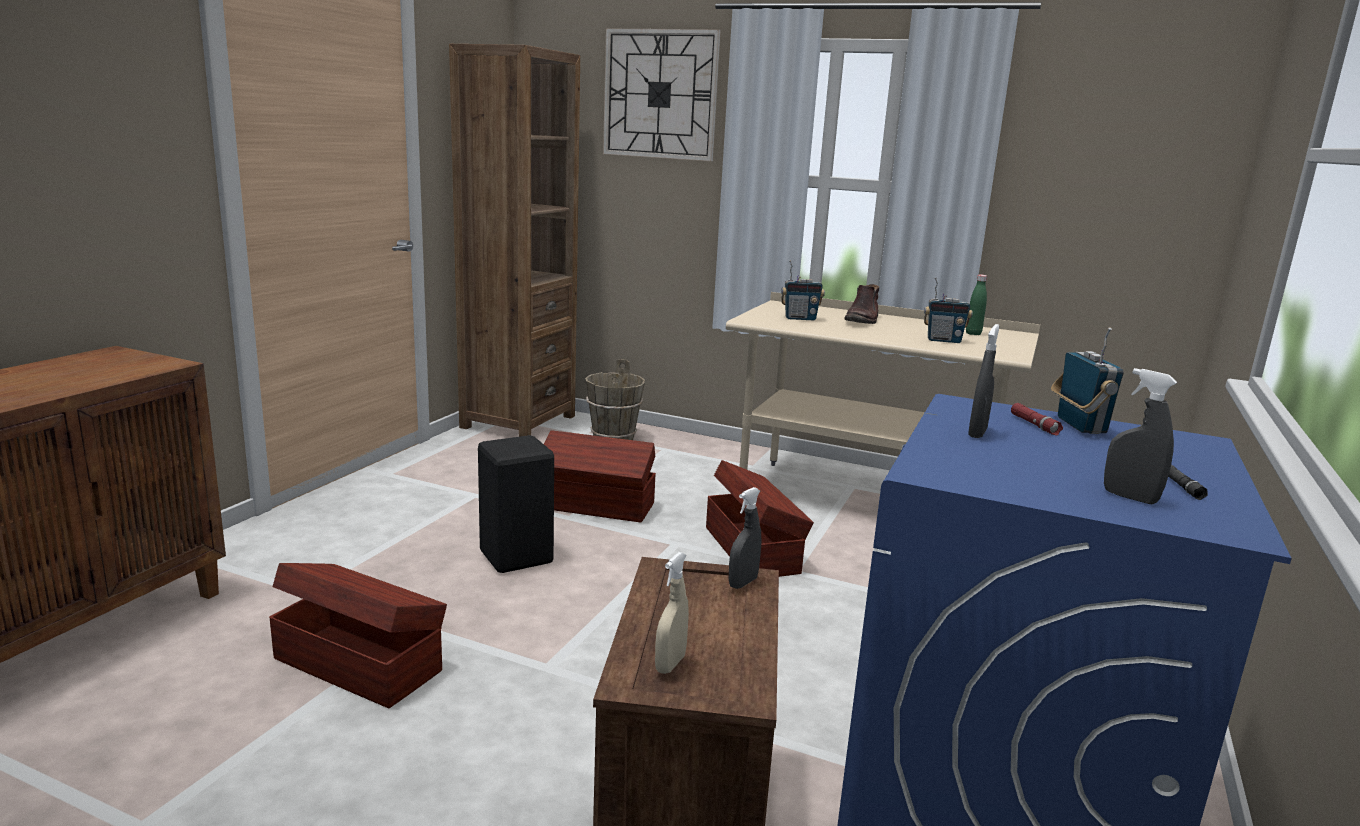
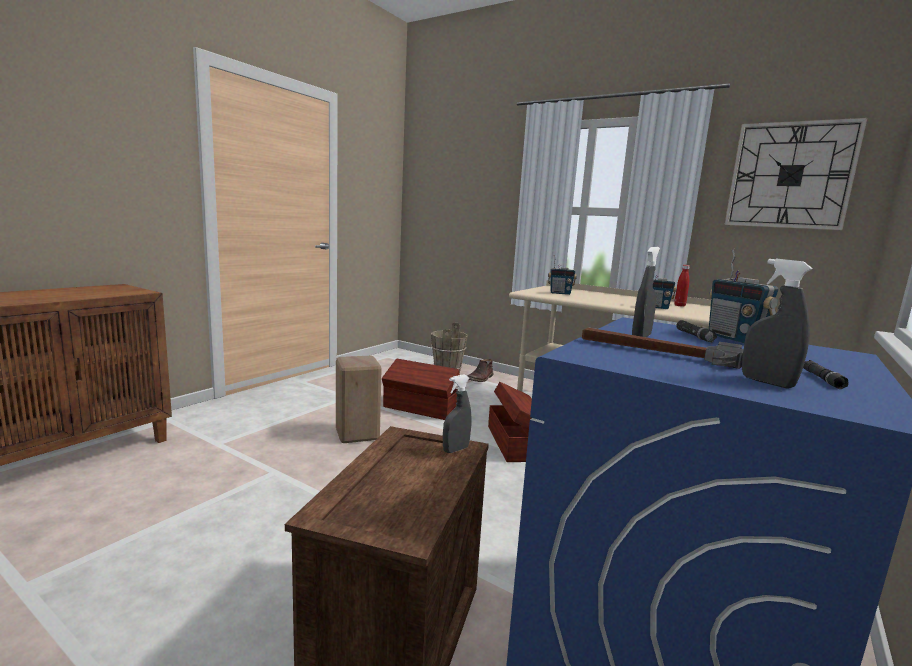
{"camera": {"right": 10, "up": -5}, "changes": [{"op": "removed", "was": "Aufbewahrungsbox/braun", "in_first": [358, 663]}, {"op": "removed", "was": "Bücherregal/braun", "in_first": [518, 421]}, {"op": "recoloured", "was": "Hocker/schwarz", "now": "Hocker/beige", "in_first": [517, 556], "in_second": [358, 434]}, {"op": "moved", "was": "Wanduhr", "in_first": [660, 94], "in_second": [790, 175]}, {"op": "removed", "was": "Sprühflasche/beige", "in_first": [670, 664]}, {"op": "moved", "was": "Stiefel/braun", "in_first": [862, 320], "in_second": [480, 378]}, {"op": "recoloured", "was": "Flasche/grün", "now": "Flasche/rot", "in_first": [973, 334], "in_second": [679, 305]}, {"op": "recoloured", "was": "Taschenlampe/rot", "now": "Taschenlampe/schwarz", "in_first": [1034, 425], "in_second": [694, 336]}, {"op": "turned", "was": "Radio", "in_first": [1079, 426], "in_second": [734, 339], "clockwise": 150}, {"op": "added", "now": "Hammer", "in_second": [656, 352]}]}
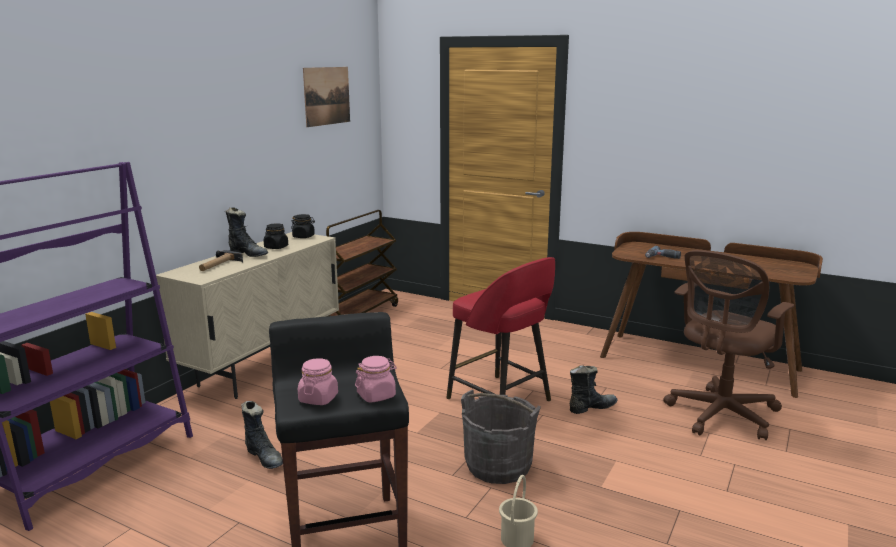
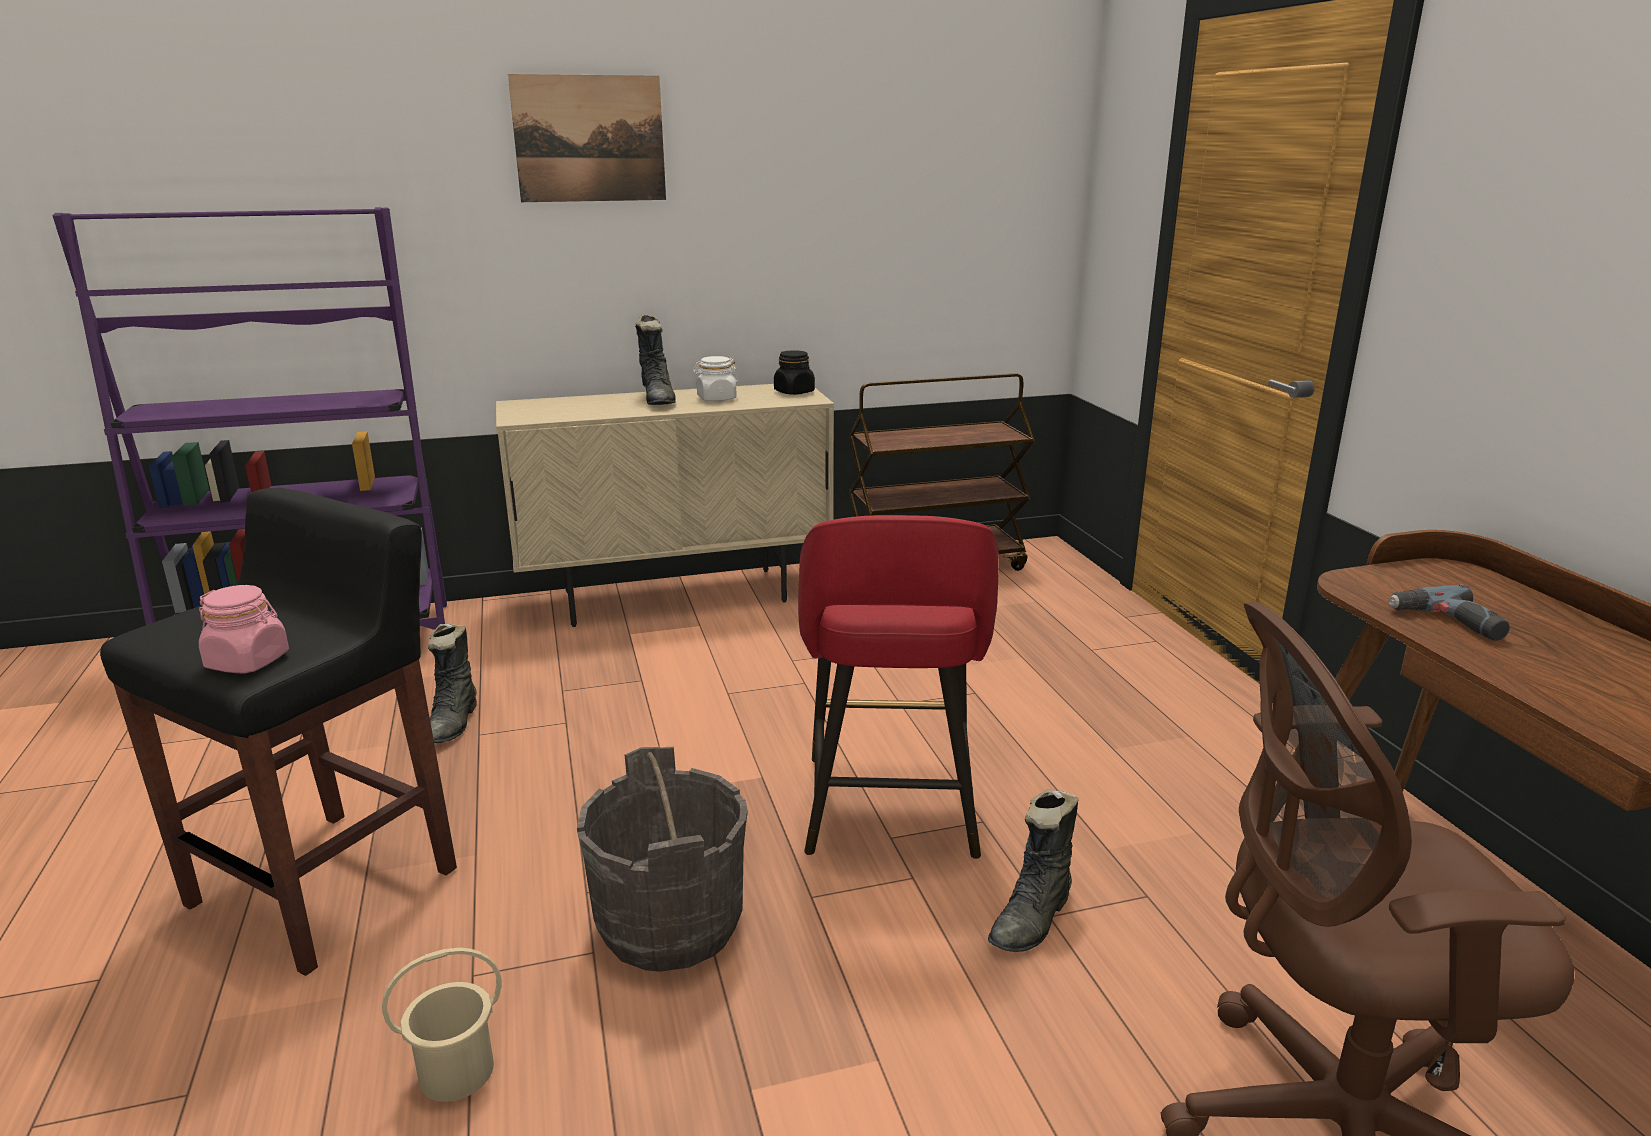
{"camera": {"right": 45, "up": 5}, "changes": [{"op": "removed", "was": "Hammer", "in_first": [218, 265]}, {"op": "recoloured", "was": "Vorratsglas/schwarz", "now": "Vorratsglas/weiß", "in_first": [276, 247], "in_second": [716, 399]}, {"op": "removed", "was": "Vorratsglas/rosa", "in_first": [318, 398]}, {"op": "moved", "was": "Bild", "in_first": [327, 96], "in_second": [589, 139]}, {"op": "turned", "was": "Stiefel/schwarz", "in_first": [591, 407], "in_second": [1033, 919], "clockwise": 105}]}
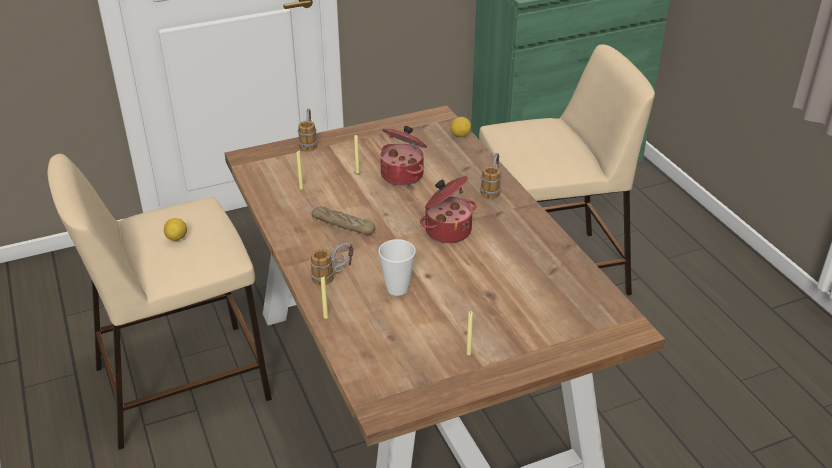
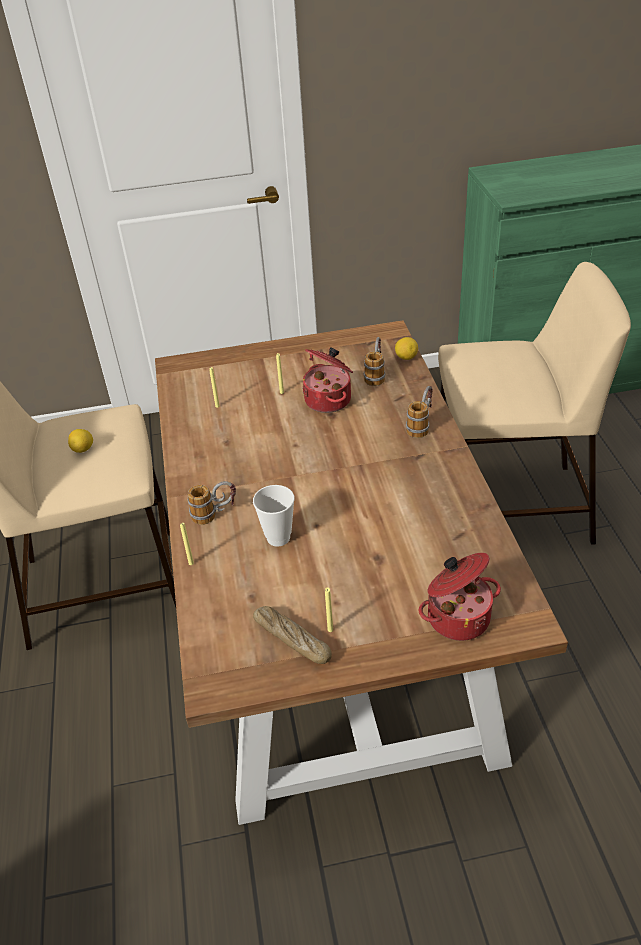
{"camera": {"right": 15, "up": 5}, "changes": [{"op": "moved", "was": "Henkelbecher", "in_first": [309, 142], "in_second": [376, 374]}, {"op": "moved", "was": "Brot", "in_first": [343, 226], "in_second": [292, 639]}, {"op": "moved", "was": "Kochtopf", "in_first": [447, 230], "in_second": [457, 616]}]}
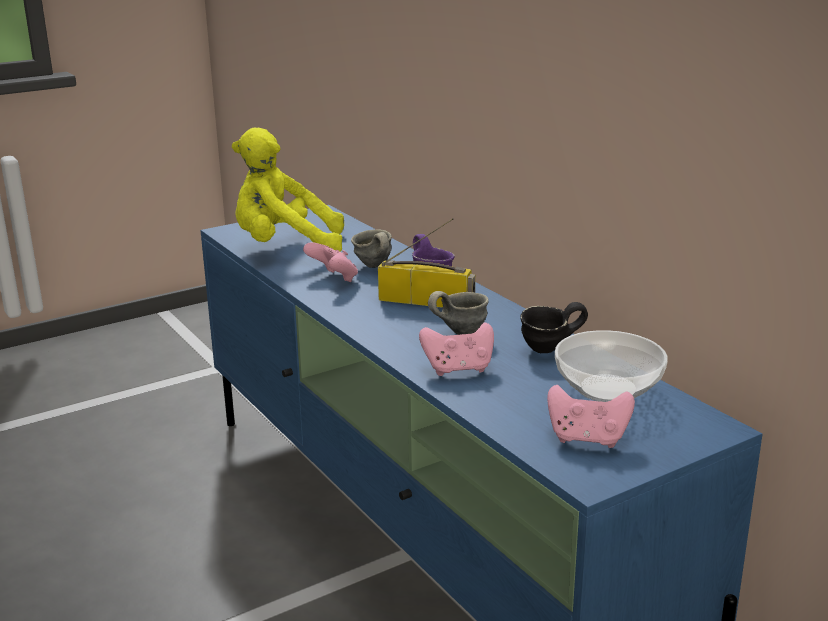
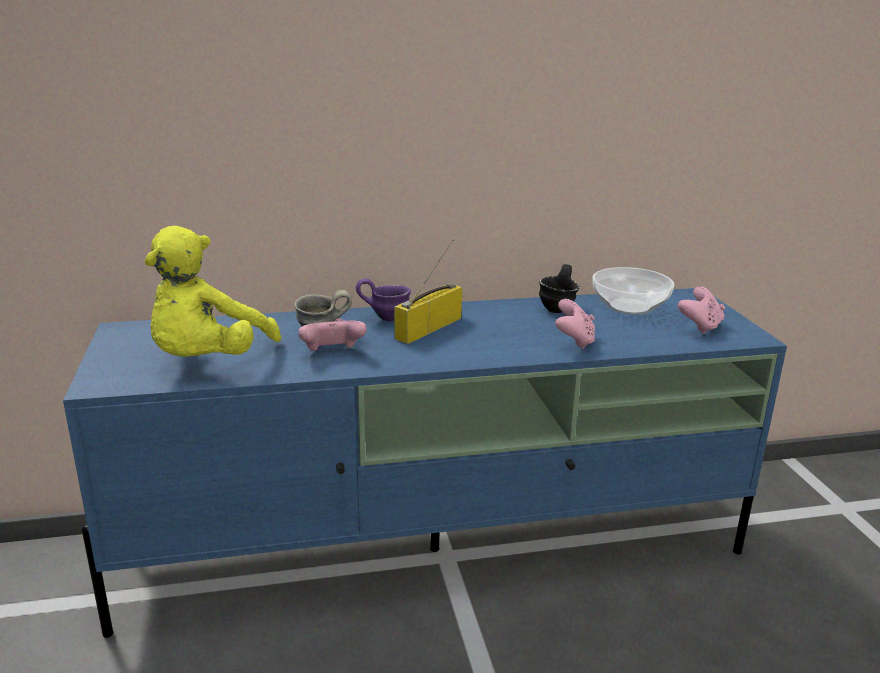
{"camera": {"right": -70, "up": 0}, "changes": [{"op": "removed", "was": "Henkelbecher/grau", "in_first": [459, 332]}]}
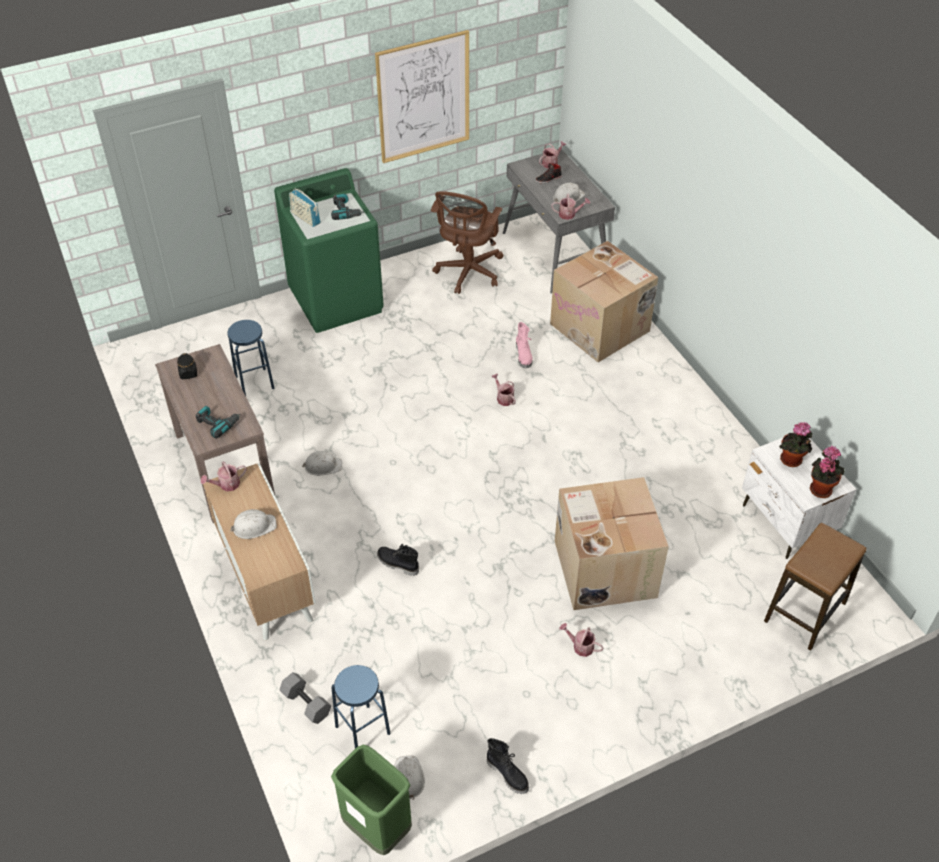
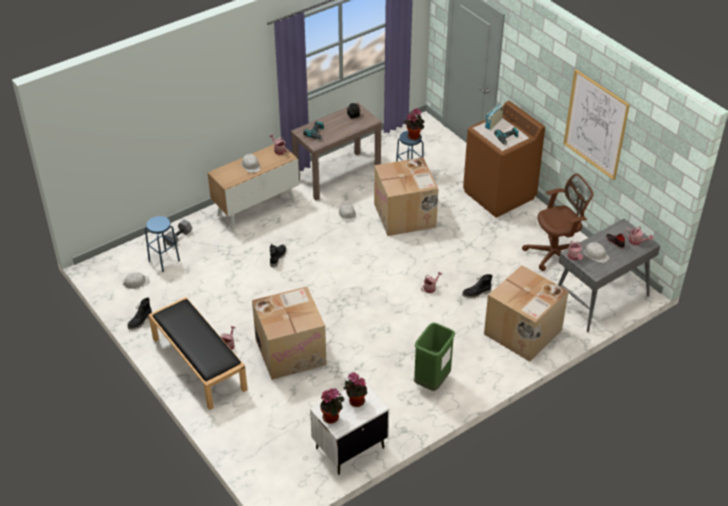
{"camera": {"right": 80, "up": -5}, "changes": [{"op": "recoloured", "was": "Waschmaschine/grün", "now": "Waschmaschine/braun", "in_first": [337, 300], "in_second": [499, 195]}, {"op": "moved", "was": "Mülleimer/grün", "in_first": [377, 828], "in_second": [432, 382]}, {"op": "turned", "was": "Bürostuhl/braun", "in_first": [468, 273], "in_second": [555, 254], "clockwise": 150}, {"op": "recoloured", "was": "Stiefel/rosa", "now": "Stiefel/schwarz", "in_first": [524, 356], "in_second": [476, 293]}, {"op": "removed", "was": "Hocker", "in_first": [805, 612]}, {"op": "added", "now": "Bank/schwarz", "in_second": [198, 363]}, {"op": "added", "now": "Karton", "in_second": [405, 216]}, {"op": "added", "now": "Topfpflanze", "in_second": [414, 136]}]}
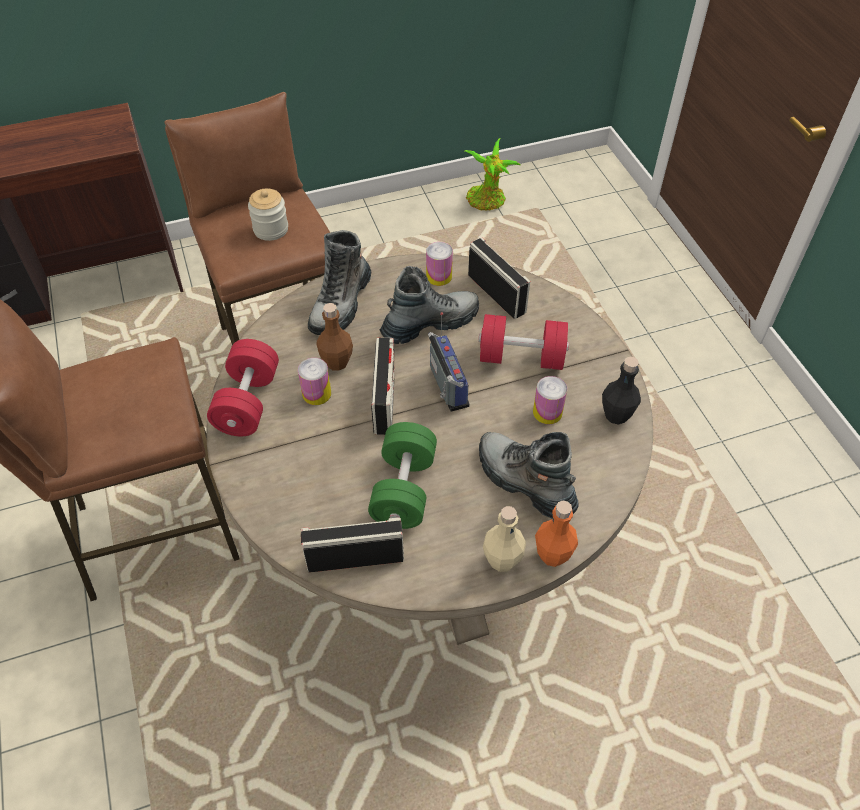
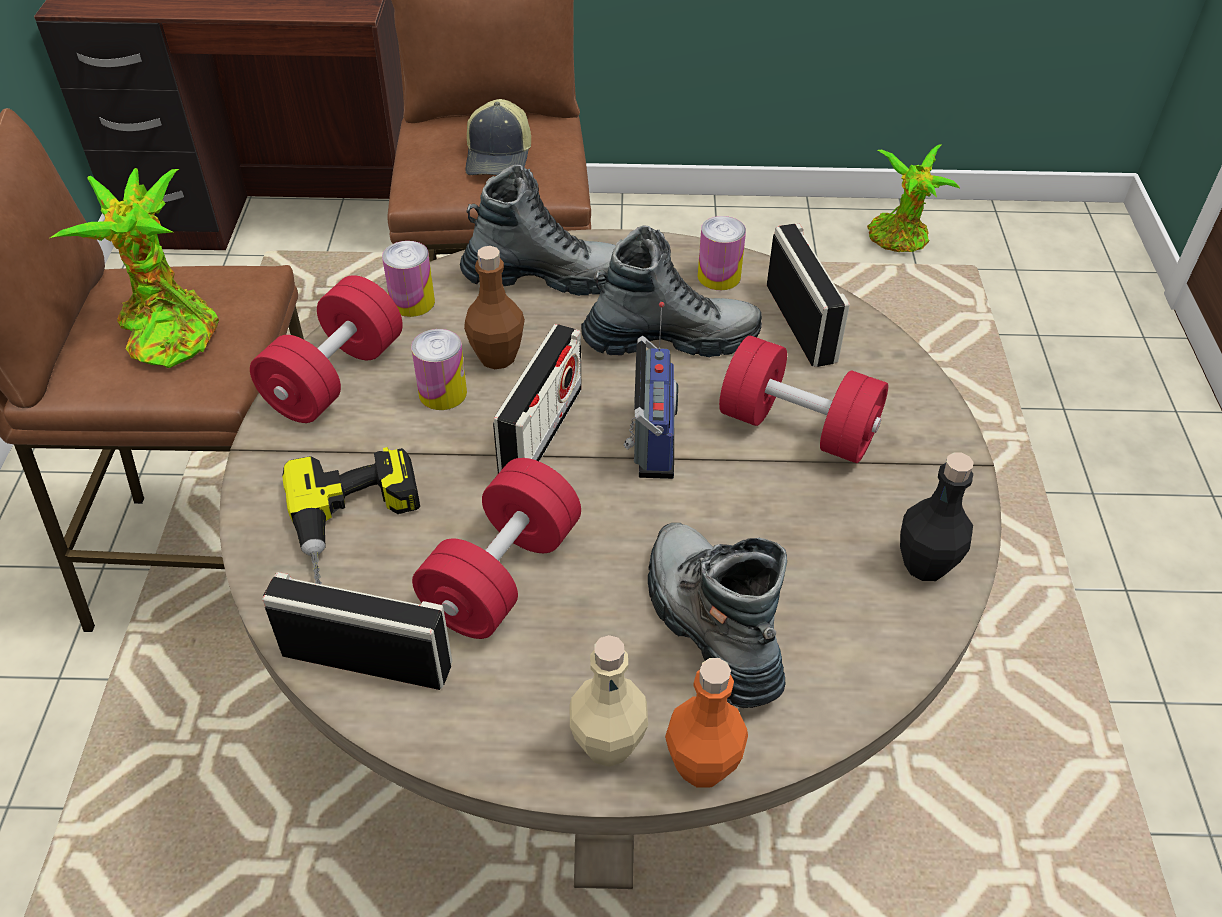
{"camera": {"right": 20, "up": -5}, "changes": [{"op": "replaced", "was": "Vorratsglas", "now": "Kappe", "in_first": [271, 229], "in_second": [500, 157]}, {"op": "turned", "was": "Stiefel", "in_first": [341, 304], "in_second": [547, 277], "clockwise": -135}, {"op": "recoloured", "was": "Hantel/grün", "now": "Hantel/rot", "in_first": [404, 489], "in_second": [502, 574]}, {"op": "moved", "was": "Dose", "in_first": [547, 412], "in_second": [412, 302]}, {"op": "added", "now": "Topfpflanze", "in_second": [167, 330]}, {"op": "added", "now": "Bohrmaschine", "in_second": [358, 529]}]}
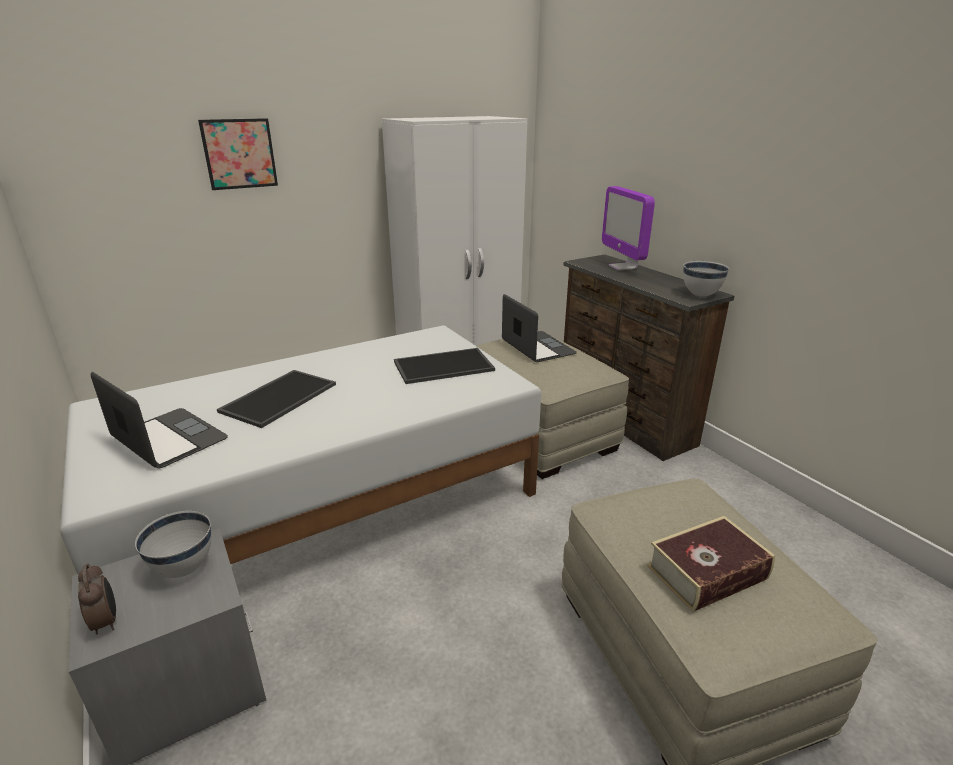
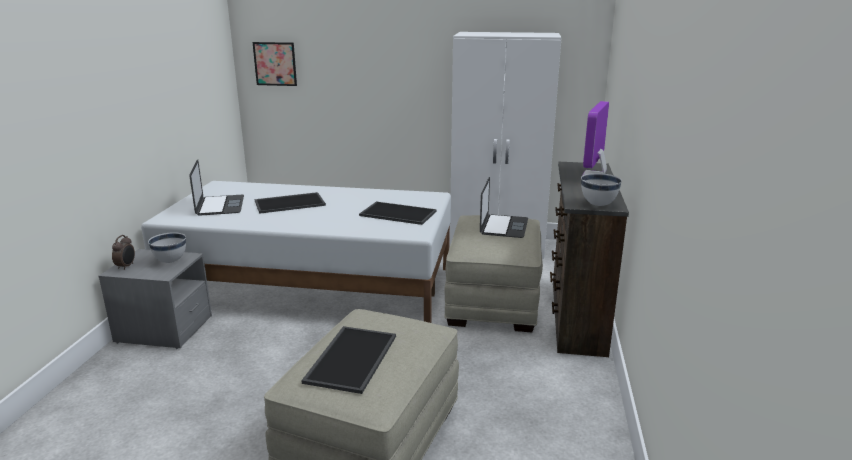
{"camera": {"right": 40, "up": -5}, "changes": [{"op": "moved", "was": "Bild", "in_first": [239, 154], "in_second": [275, 64]}, {"op": "replaced", "was": "Buch", "now": "Tablett", "in_first": [707, 572], "in_second": [350, 357]}]}
